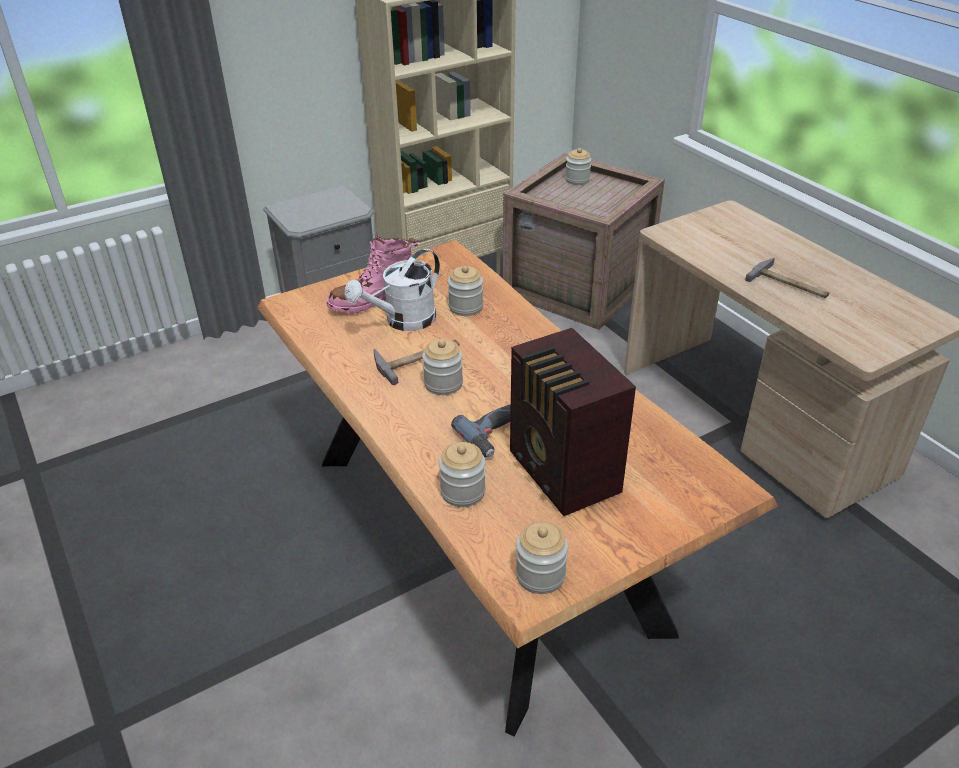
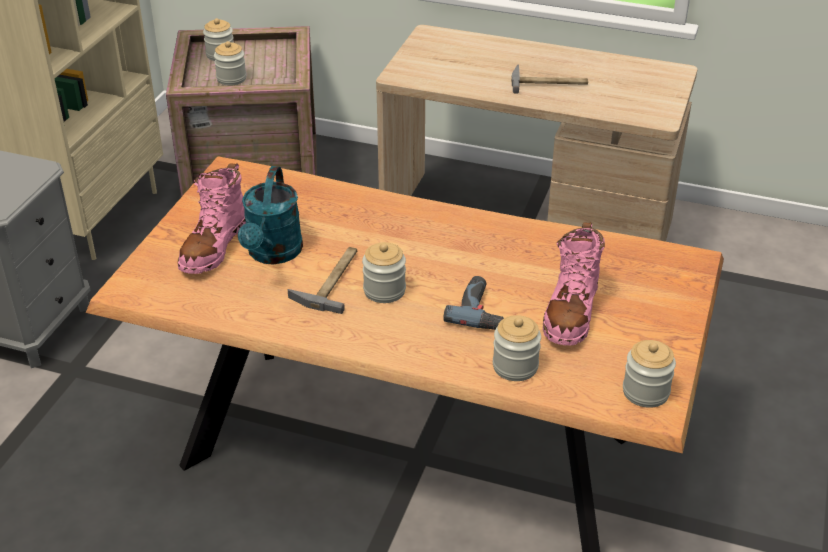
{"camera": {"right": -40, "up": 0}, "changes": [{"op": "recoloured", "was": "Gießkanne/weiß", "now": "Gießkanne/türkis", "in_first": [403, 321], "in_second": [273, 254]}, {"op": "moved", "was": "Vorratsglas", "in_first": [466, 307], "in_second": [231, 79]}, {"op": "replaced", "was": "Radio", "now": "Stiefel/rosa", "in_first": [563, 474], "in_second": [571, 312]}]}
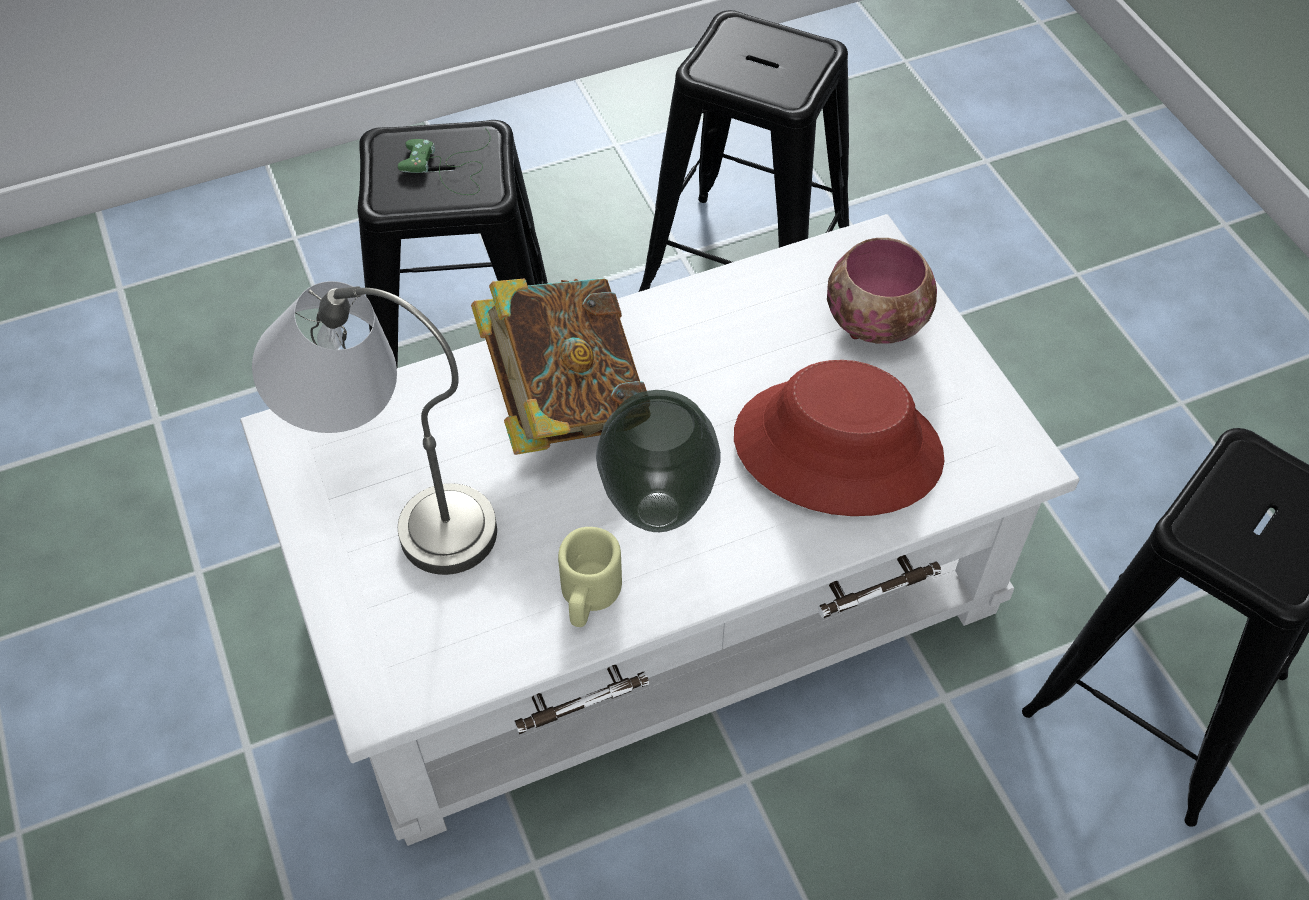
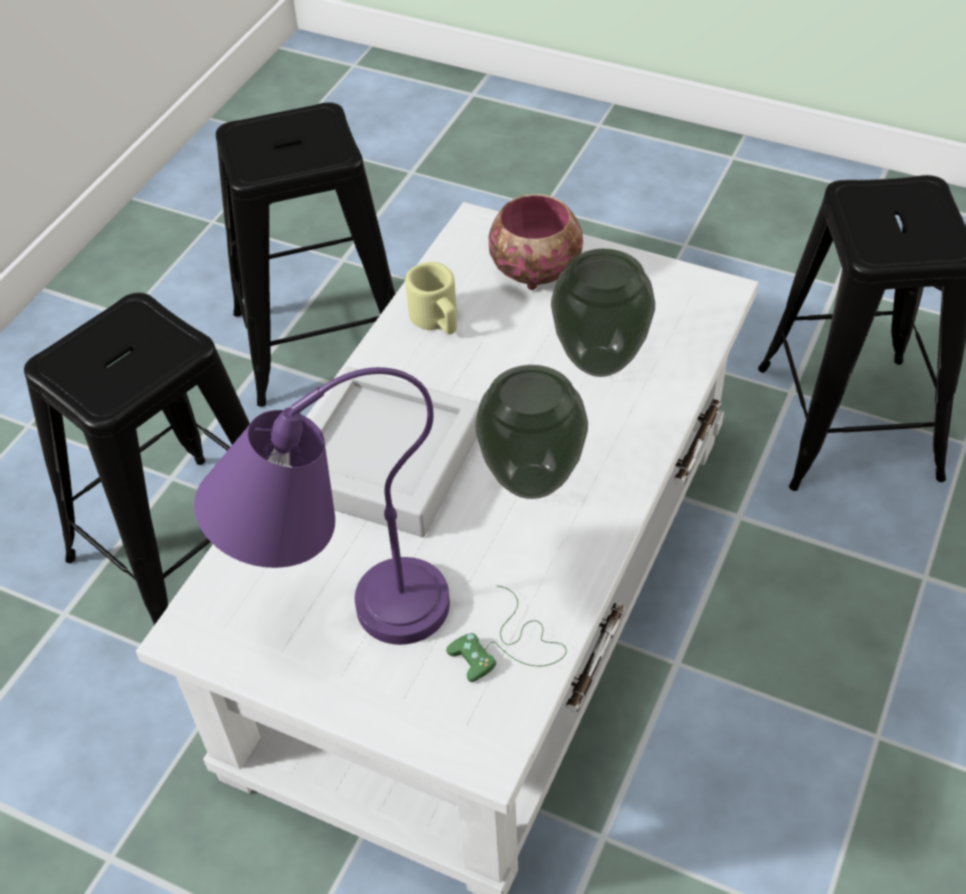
{"camera": {"right": -40, "up": -5}, "changes": [{"op": "recoloured", "was": "Tischlampe/grau", "now": "Tischlampe/lila", "in_first": [395, 502], "in_second": [337, 614]}, {"op": "moved", "was": "Gamepad/grün", "in_first": [449, 168], "in_second": [509, 646]}, {"op": "replaced", "was": "Buch", "now": "Tablett/grau", "in_first": [564, 403], "in_second": [385, 461]}, {"op": "moved", "was": "Henkelbecher/beige", "in_first": [588, 596], "in_second": [437, 320]}, {"op": "replaced", "was": "Hut/rot", "now": "Vase", "in_first": [838, 447], "in_second": [600, 361]}]}
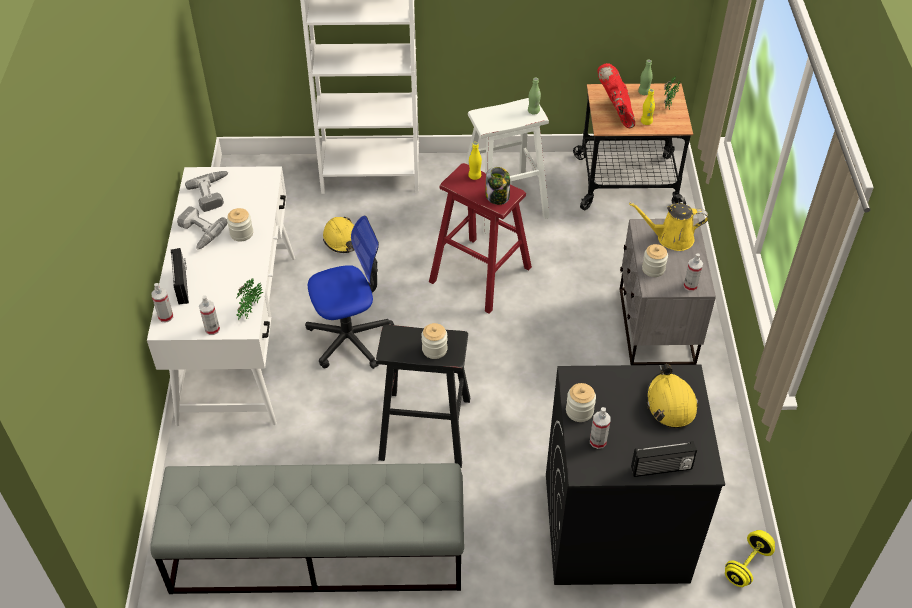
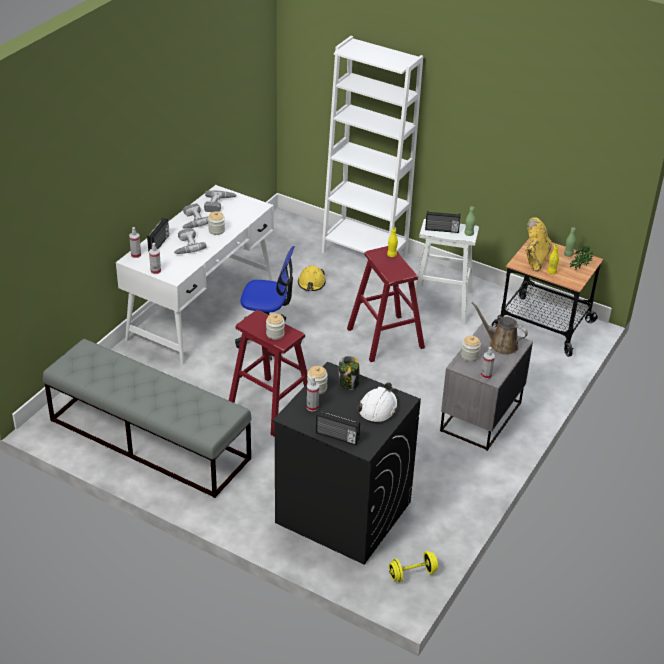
{"camera": {"right": 30, "up": -10}, "changes": [{"op": "removed", "was": "Topfpflanze", "in_first": [249, 311]}, {"op": "recoloured", "was": "Hocker/schwarz", "now": "Hocker/rot", "in_first": [425, 428], "in_second": [270, 406]}, {"op": "moved", "was": "Vorratsglas", "in_first": [497, 196], "in_second": [349, 383]}, {"op": "recoloured", "was": "Stiefel/rot", "now": "Stiefel/gelb", "in_first": [616, 113], "in_second": [535, 259]}, {"op": "recoloured", "was": "Gießkanne/gelb", "now": "Gießkanne/braun", "in_first": [671, 238], "in_second": [501, 344]}, {"op": "recoloured", "was": "Schutzhelm/gelb", "now": "Schutzhelm/weiß", "in_first": [670, 403], "in_second": [378, 408]}, {"op": "added", "now": "Bohrmaschine", "in_second": [185, 246]}, {"op": "added", "now": "Radio", "in_second": [442, 230]}]}
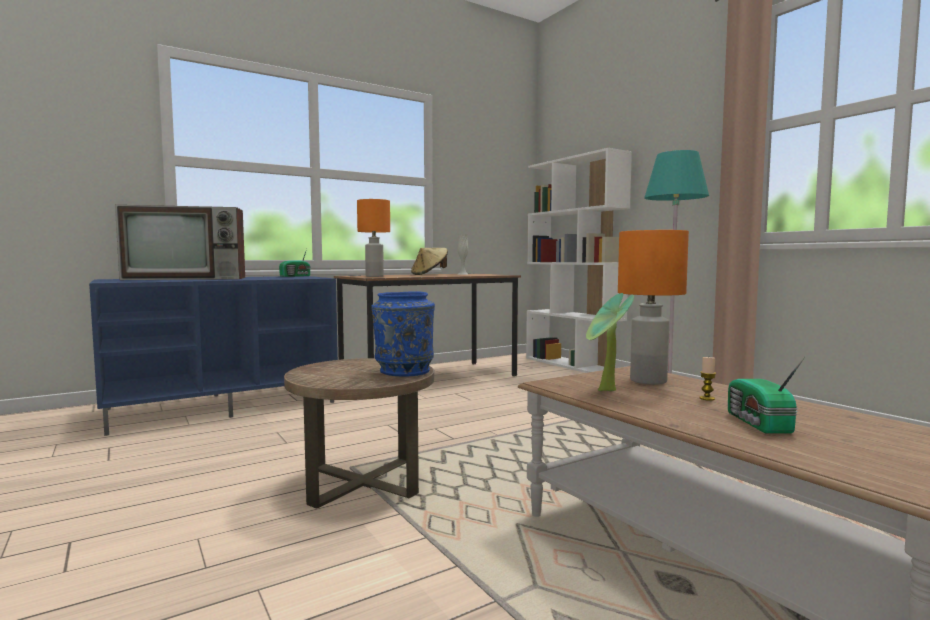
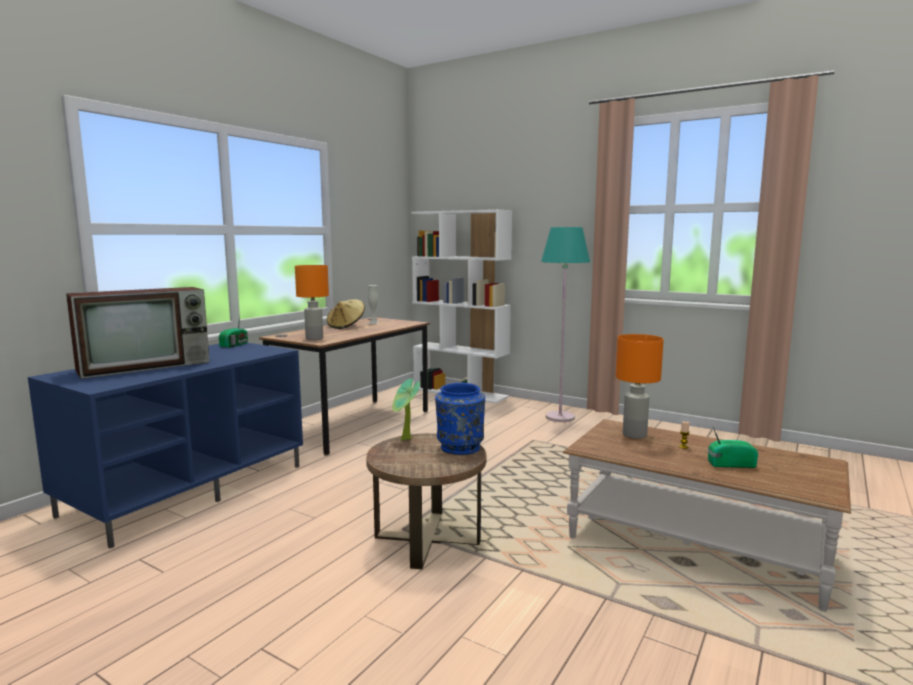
{"camera": {"right": -25, "up": 5}, "changes": [{"op": "moved", "was": "Topfpflanze", "in_first": [606, 391], "in_second": [405, 440]}, {"op": "turned", "was": "Radio", "in_first": [758, 423], "in_second": [729, 464], "clockwise": 120}]}
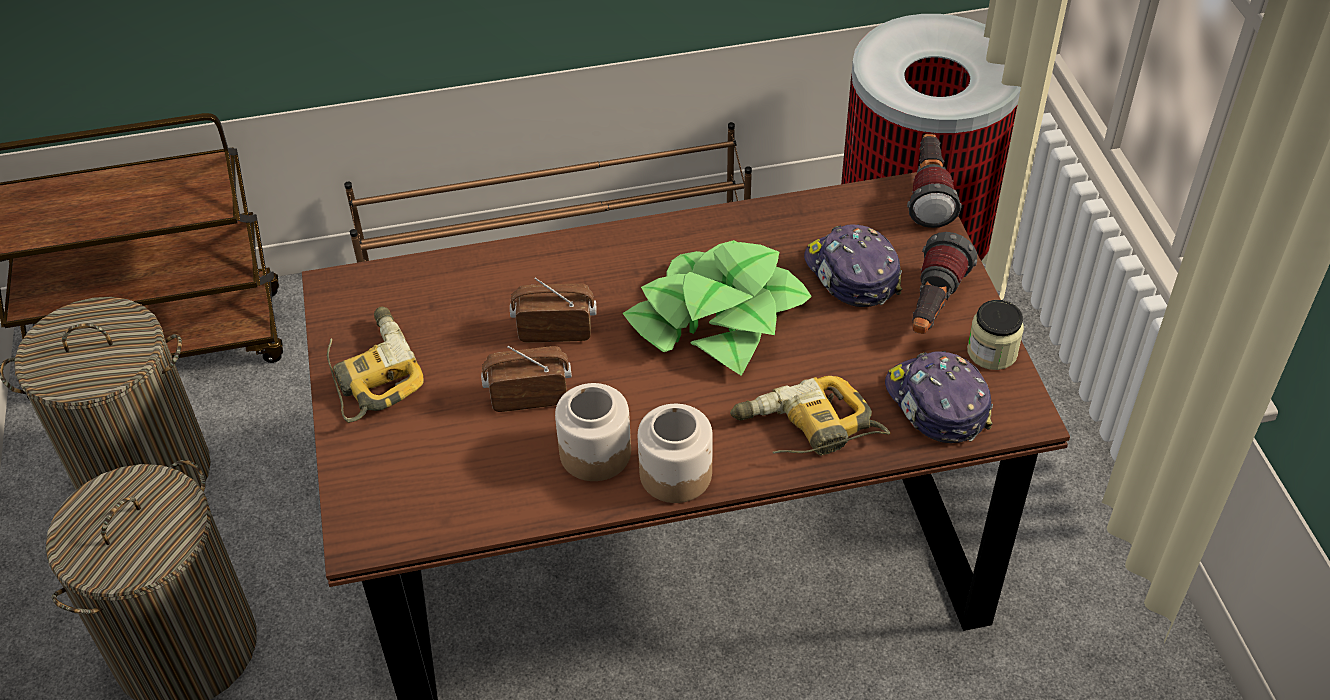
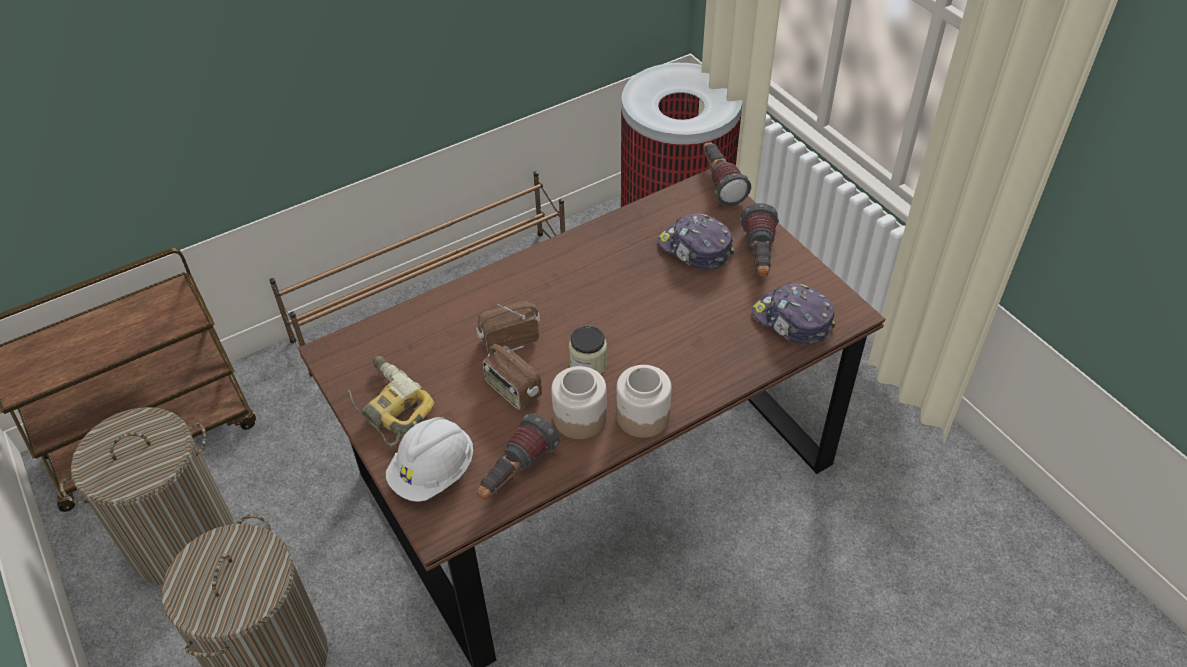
{"camera": {"right": -20, "up": 0}, "changes": [{"op": "turned", "was": "Radio", "in_first": [529, 395], "in_second": [512, 390], "clockwise": -105}, {"op": "removed", "was": "Topfpflanze", "in_first": [717, 319]}, {"op": "removed", "was": "Bohrmaschine", "in_first": [807, 430]}, {"op": "moved", "was": "Vorratsglas", "in_first": [992, 352], "in_second": [588, 364]}, {"op": "added", "now": "Schutzhelm/weiß", "in_second": [433, 473]}, {"op": "added", "now": "Taschenlampe", "in_second": [515, 474]}]}
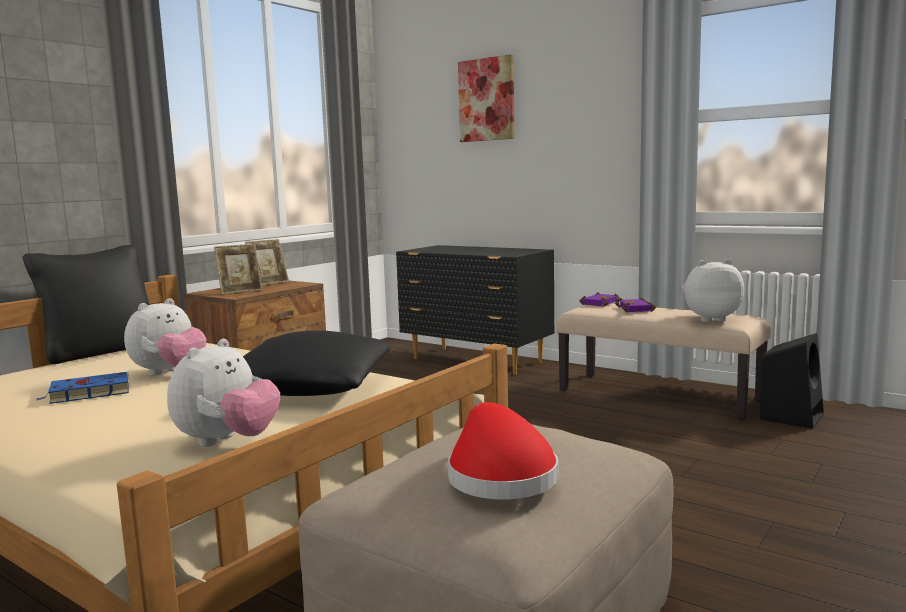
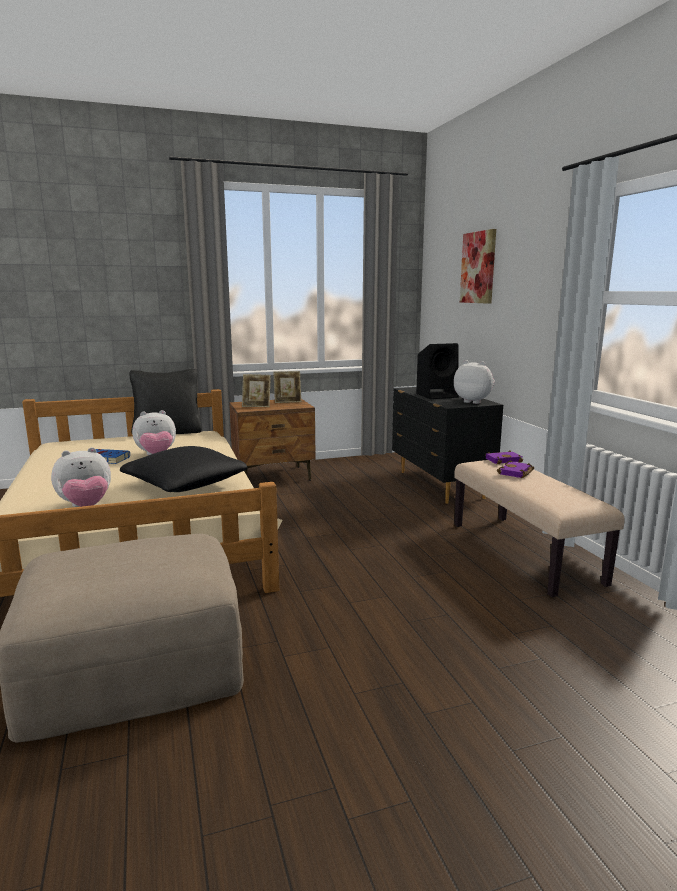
{"camera": {"right": 35, "up": 5}, "changes": [{"op": "removed", "was": "Hut/rot", "in_first": [499, 475]}, {"op": "moved", "was": "Plüschtier", "in_first": [709, 319], "in_second": [474, 401]}, {"op": "moved", "was": "Lautsprecher/schwarz", "in_first": [791, 416], "in_second": [438, 395]}]}
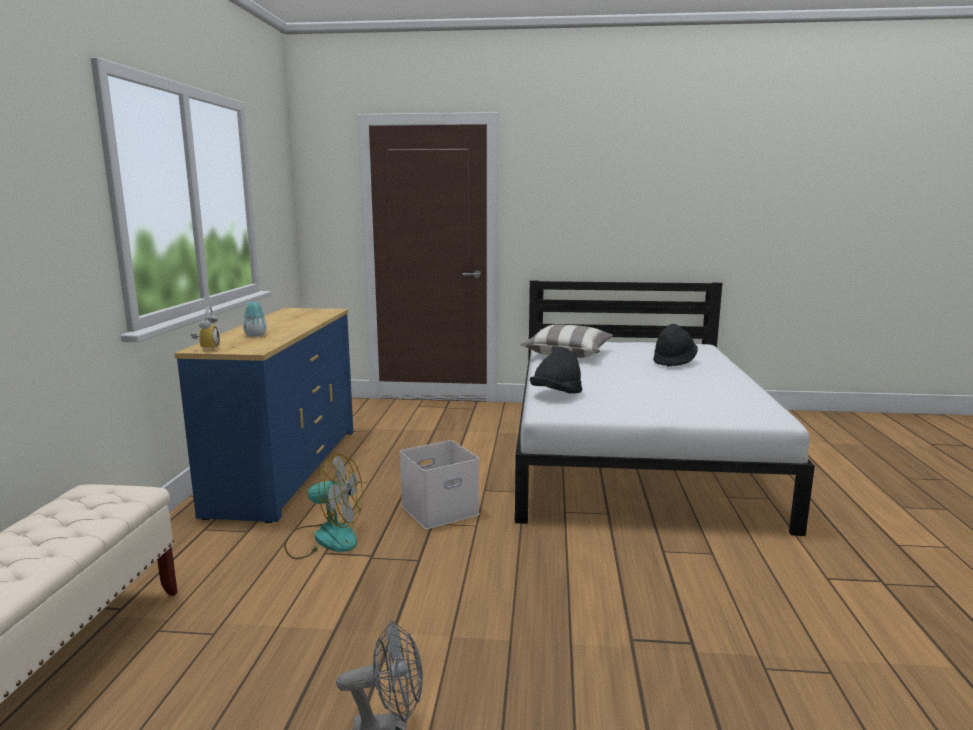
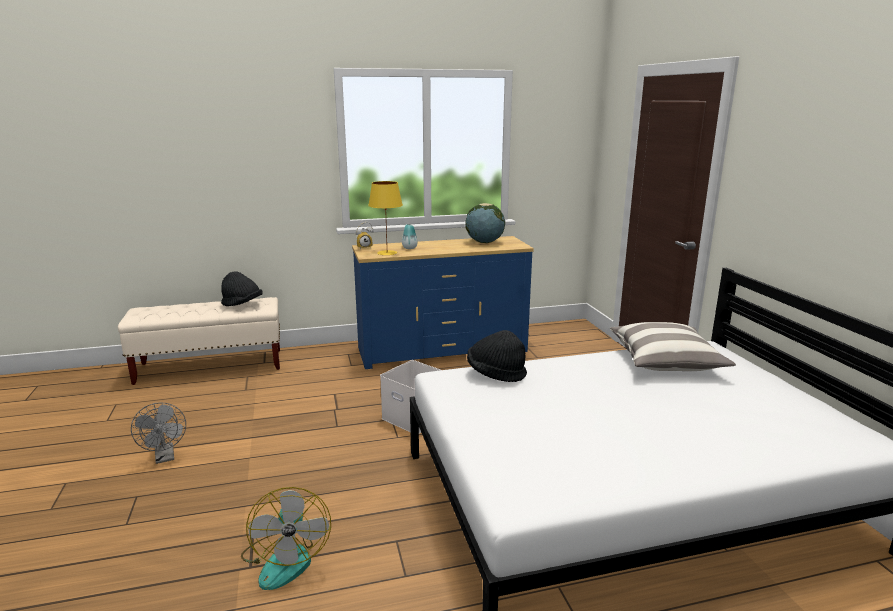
{"camera": {"right": 70, "up": 5}, "changes": [{"op": "moved", "was": "Ventilator", "in_first": [324, 538], "in_second": [286, 558]}, {"op": "moved", "was": "Hut/schwarz", "in_first": [674, 361], "in_second": [242, 305]}, {"op": "added", "now": "Tischlampe/gelb", "in_second": [387, 253]}, {"op": "added", "now": "Globus", "in_second": [484, 242]}]}
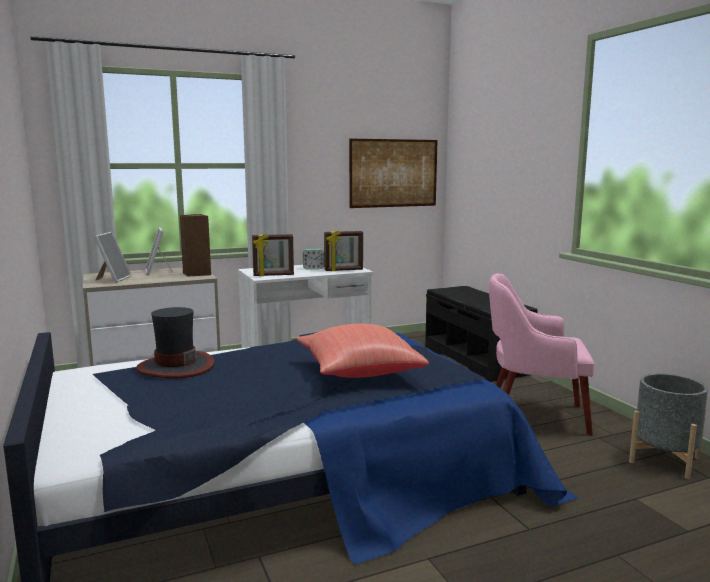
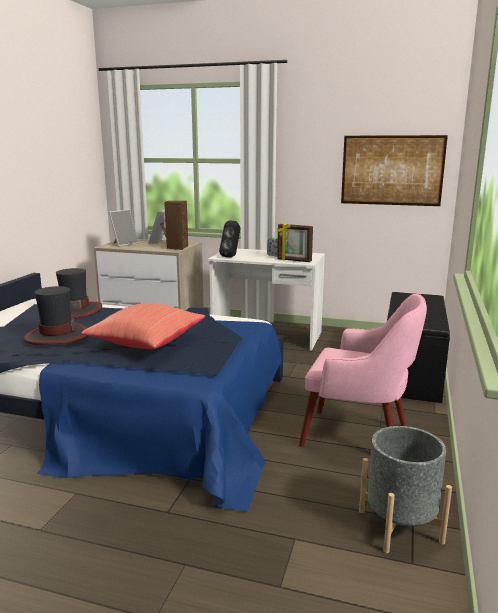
{"camera": {"right": 40, "up": 5}, "changes": [{"op": "replaced", "was": "Bilderrahmen", "now": "Lautsprecher/schwarz", "in_first": [273, 275], "in_second": [231, 256]}, {"op": "turned", "was": "Sessel/rosa", "in_first": [533, 416], "in_second": [358, 437], "clockwise": 150}, {"op": "added", "now": "Hut", "in_second": [57, 336]}]}
